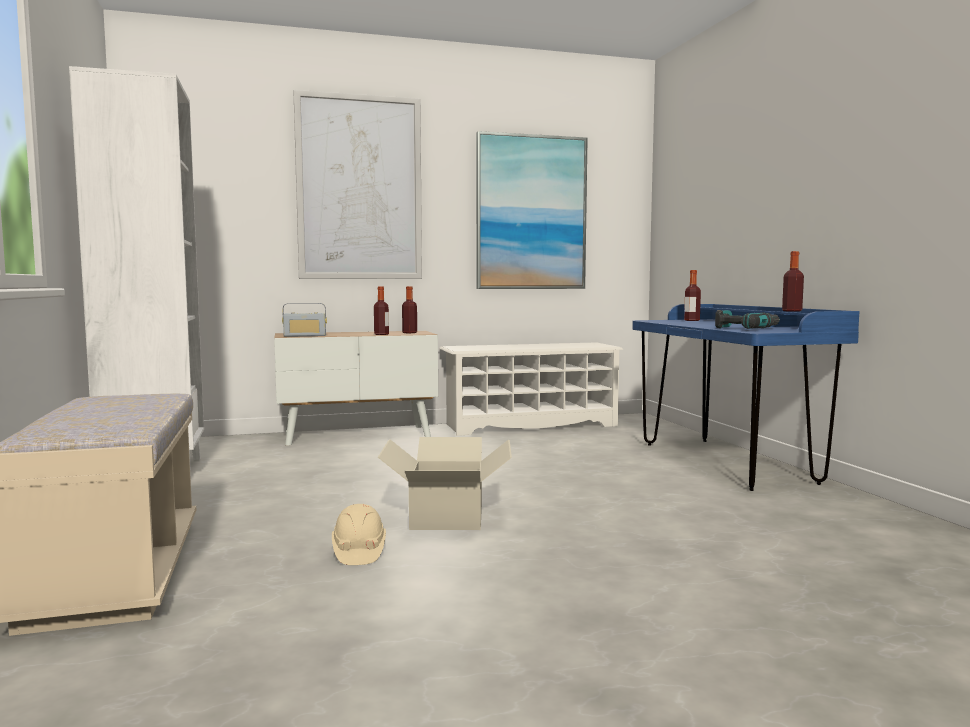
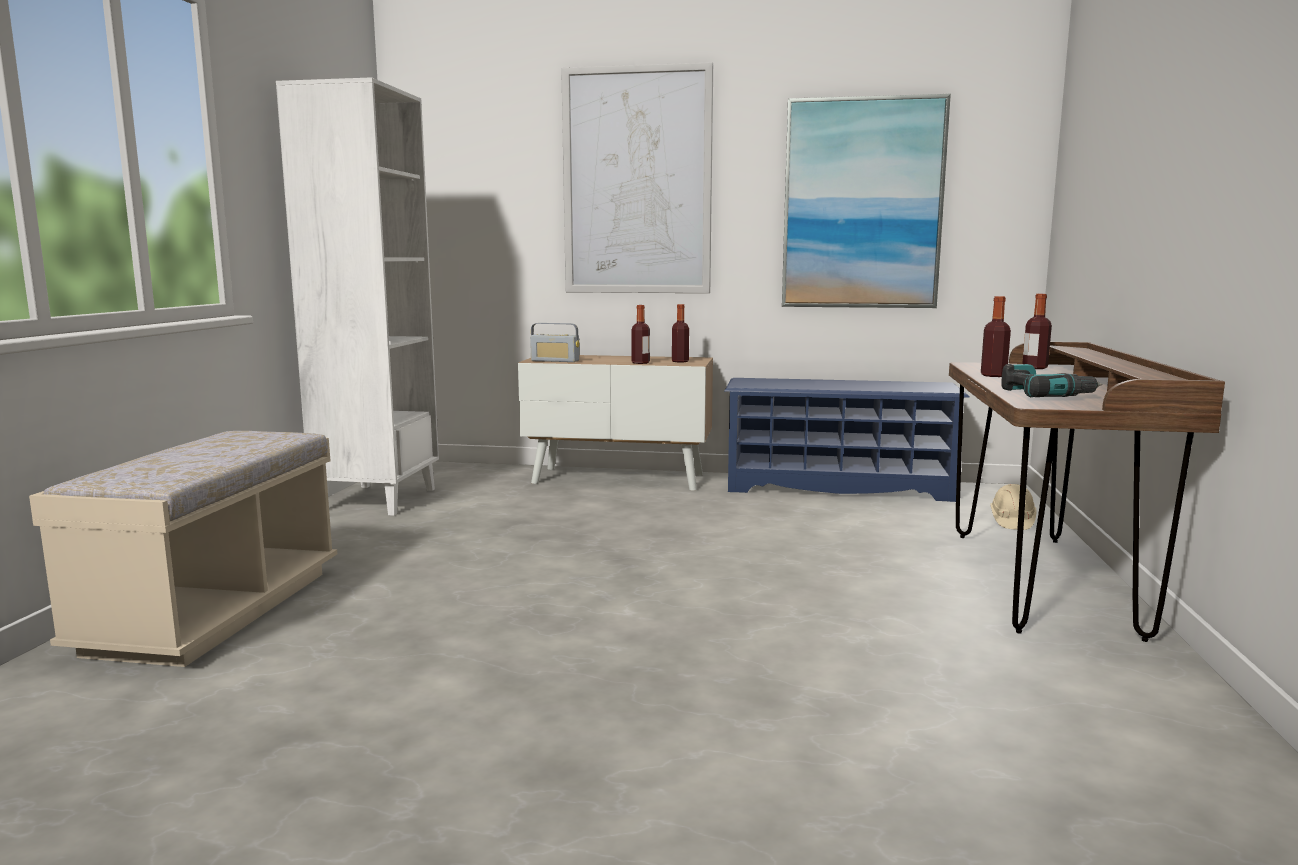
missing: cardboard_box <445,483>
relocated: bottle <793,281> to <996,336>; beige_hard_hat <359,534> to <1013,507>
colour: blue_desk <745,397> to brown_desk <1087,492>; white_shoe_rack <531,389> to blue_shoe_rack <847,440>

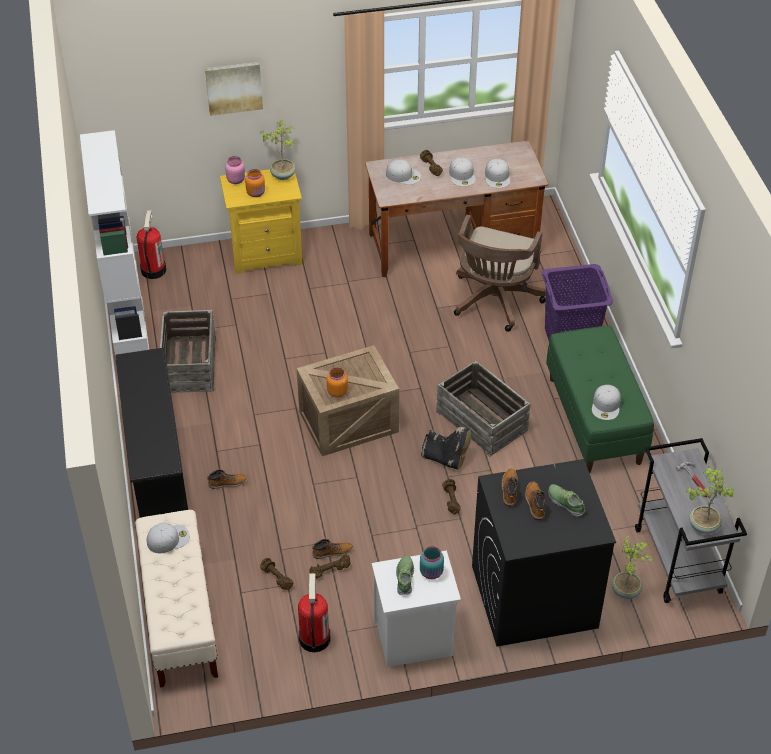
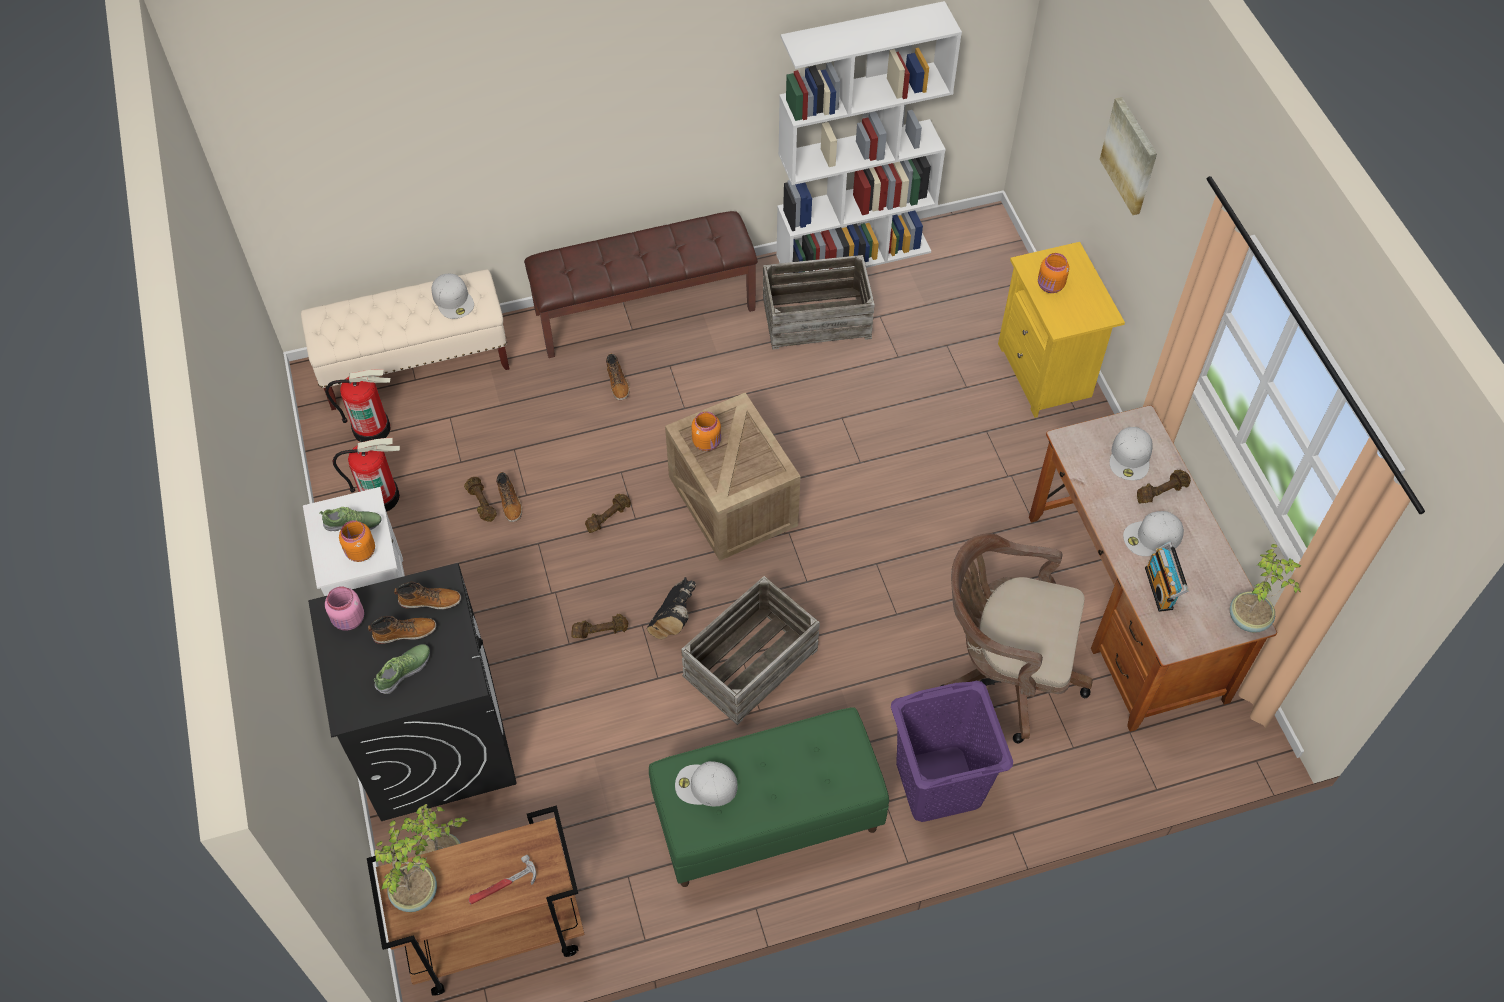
relocated: potted_plant <278,150> to <1266,588>; pink_jar <235,170> to <344,608>; fire_extinguisher <151,244> to <358,405>; brown_dumbbell <277,574> to <608,513>
exchanged: white_cap <497,173> to radio <1167,577>; black_shoe_rack <152,433> to brown_bench <641,284>
colour: grey_cart <691,520> to brown_cart <476,900>; turquoise_jar <432,562> to orange_jar <357,541>

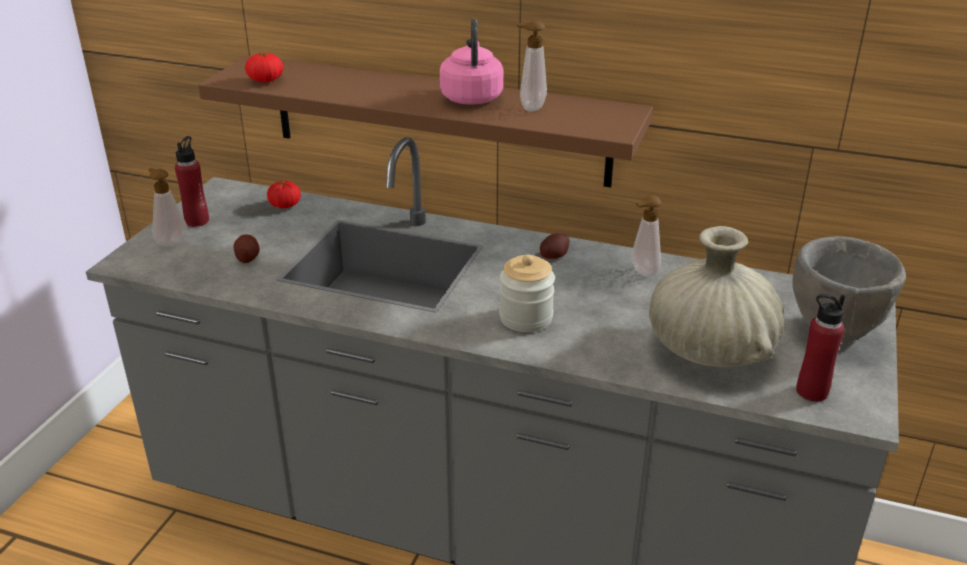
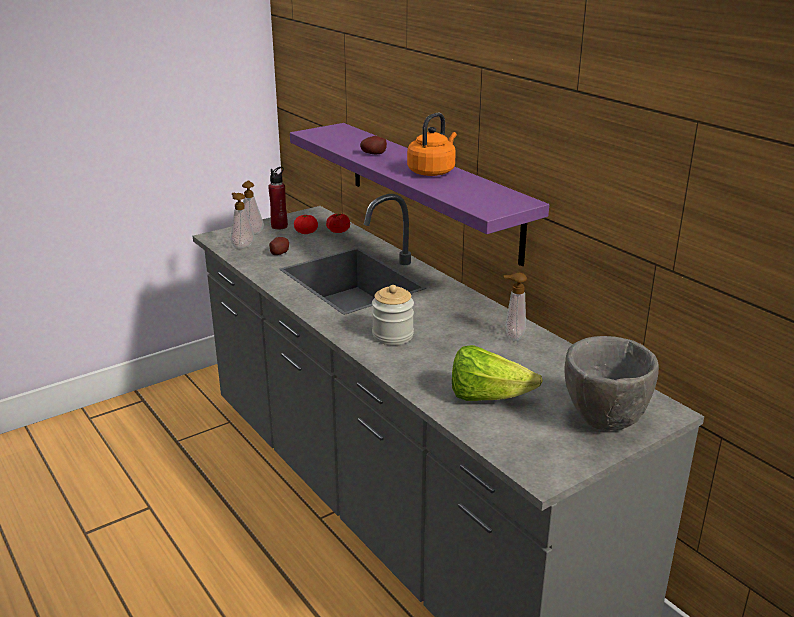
missing: red_bottle <820,348>
relocated: soap_dispenser <531,65> to <242,221>; tomato <264,68> to <306,224>; potato <554,246> to <373,145>
exchanged: beige_vase <716,296> to lettuce <497,373>
colour: pink_kettle <471,62> to orange_kettle <432,144>; brown_shelf <425,121> to purple_shelf <419,194>

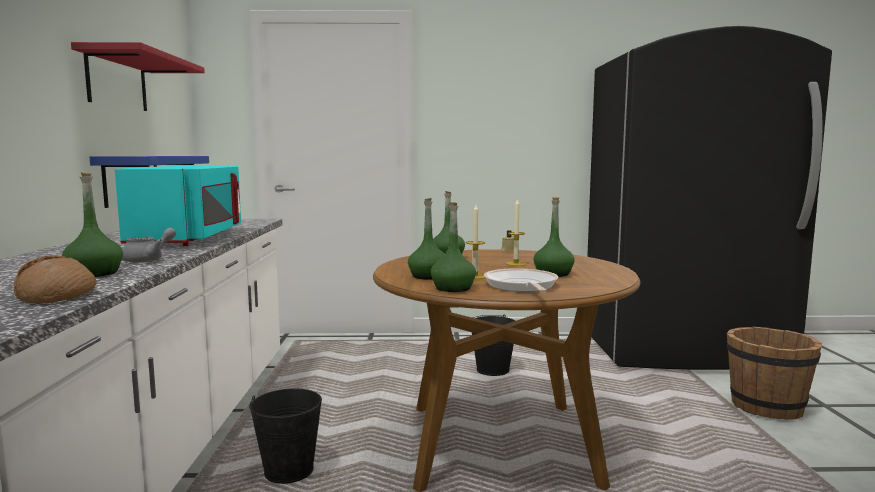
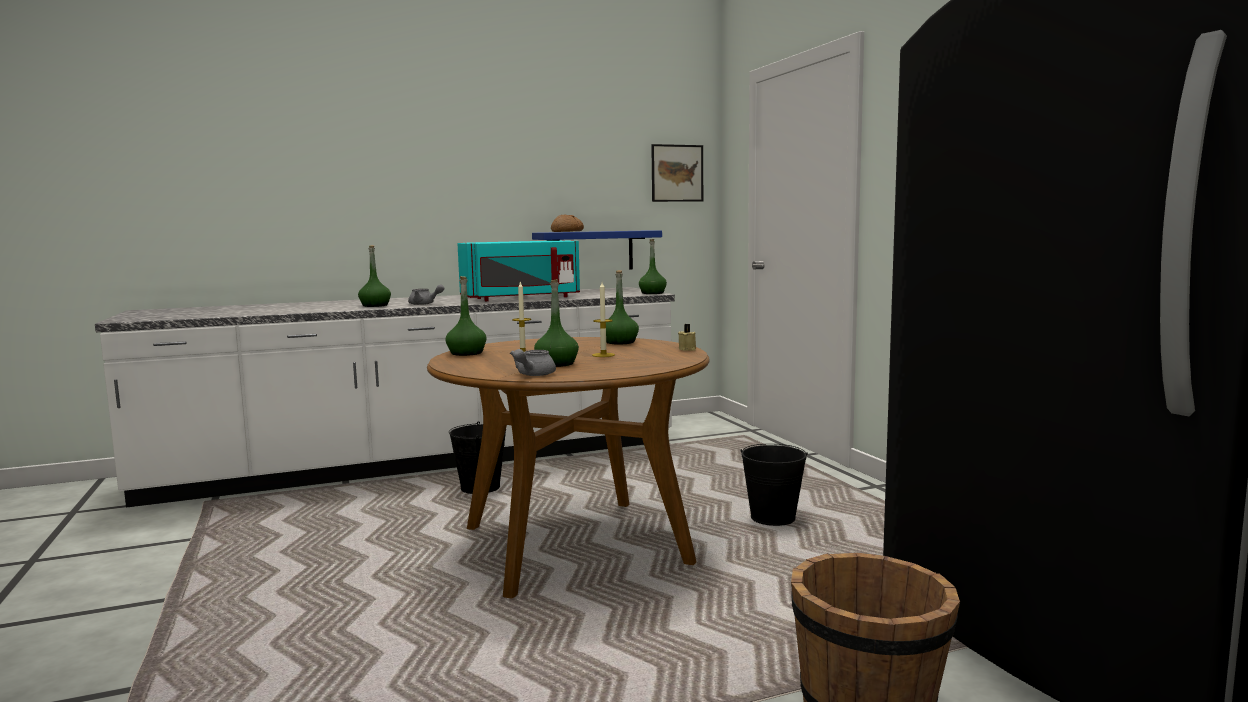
missing: red_shelf <138,76>; frying_pan <521,280>
appeared: picture <677,173>; grey_teapot <533,362>
relocated: green_bottle <426,239> to <653,266>; bread <55,279> to <567,223>

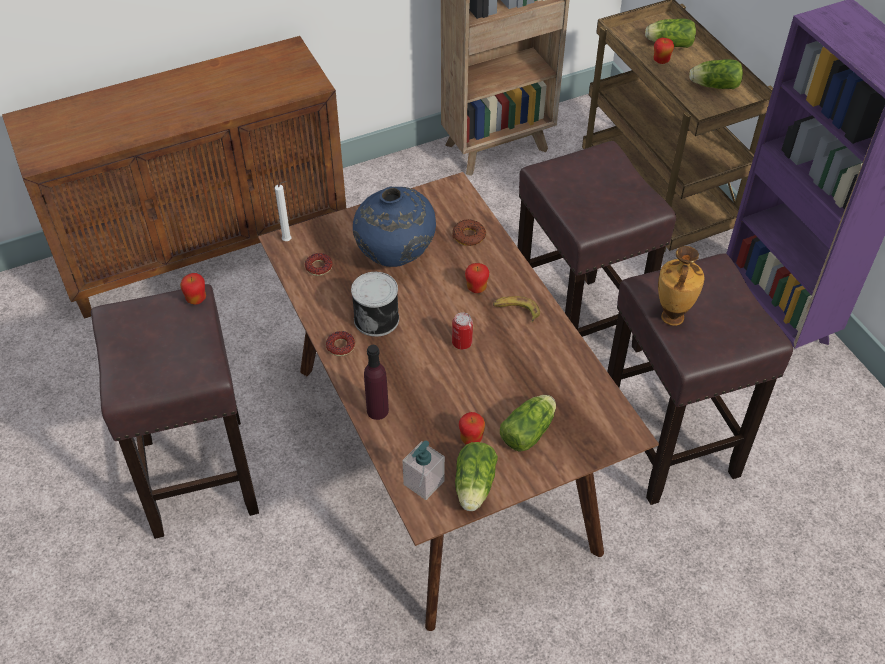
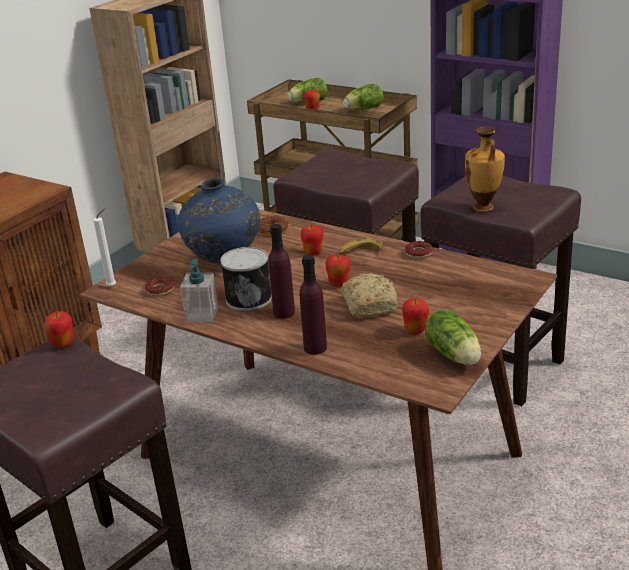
missing: lettuce <528,423>
appeared: purple_bottle <281,271>; bread <369,295>
relocated: donut <340,343> to <419,250>; soap_dispenser <423,470> to <199,290>
exchanged: can <462,331> to apple <337,270>

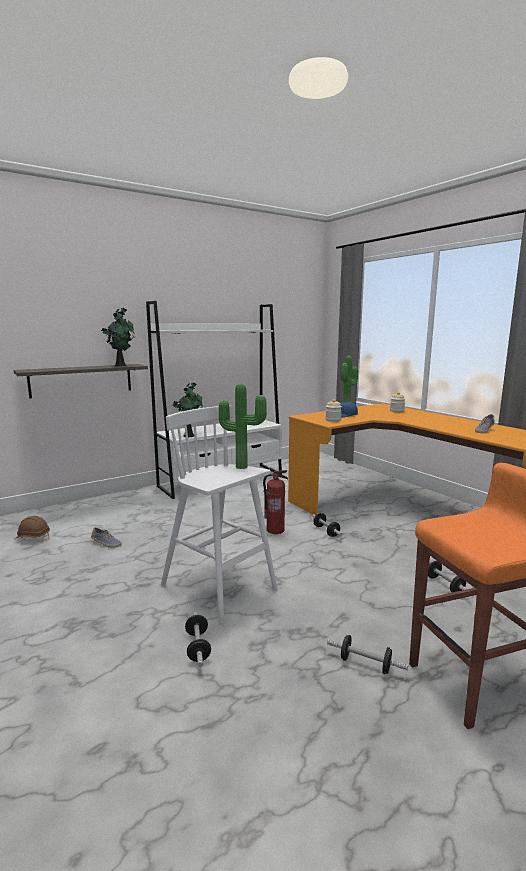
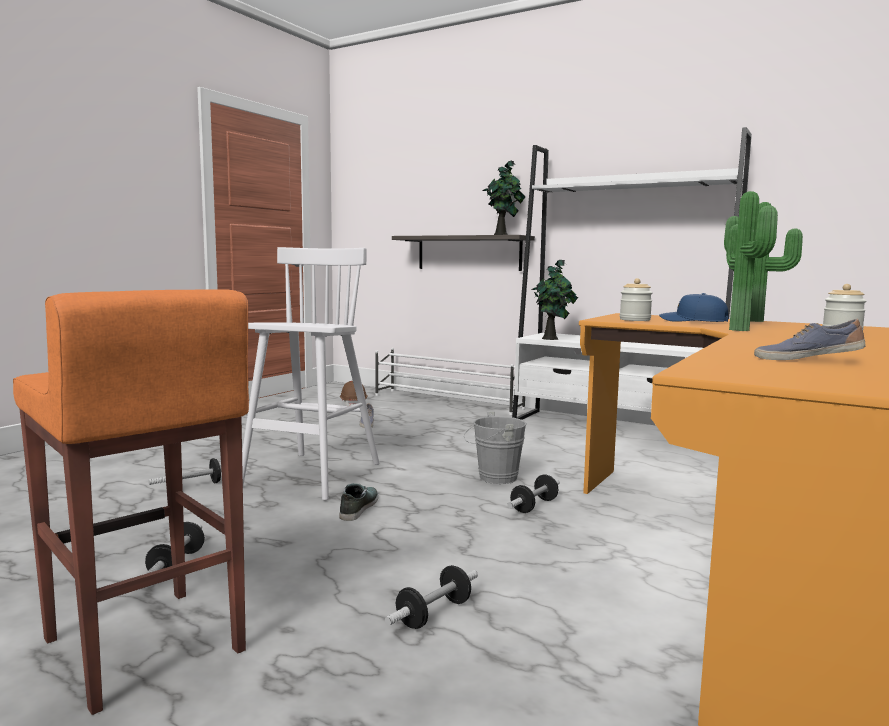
appeared: white_shoe_rack <450,381>; shoe <359,502>
relocated: potted_plant <243,426> to <752,261>
exchanged: fire_extinguisher <275,502> to grey_bucket <495,447>

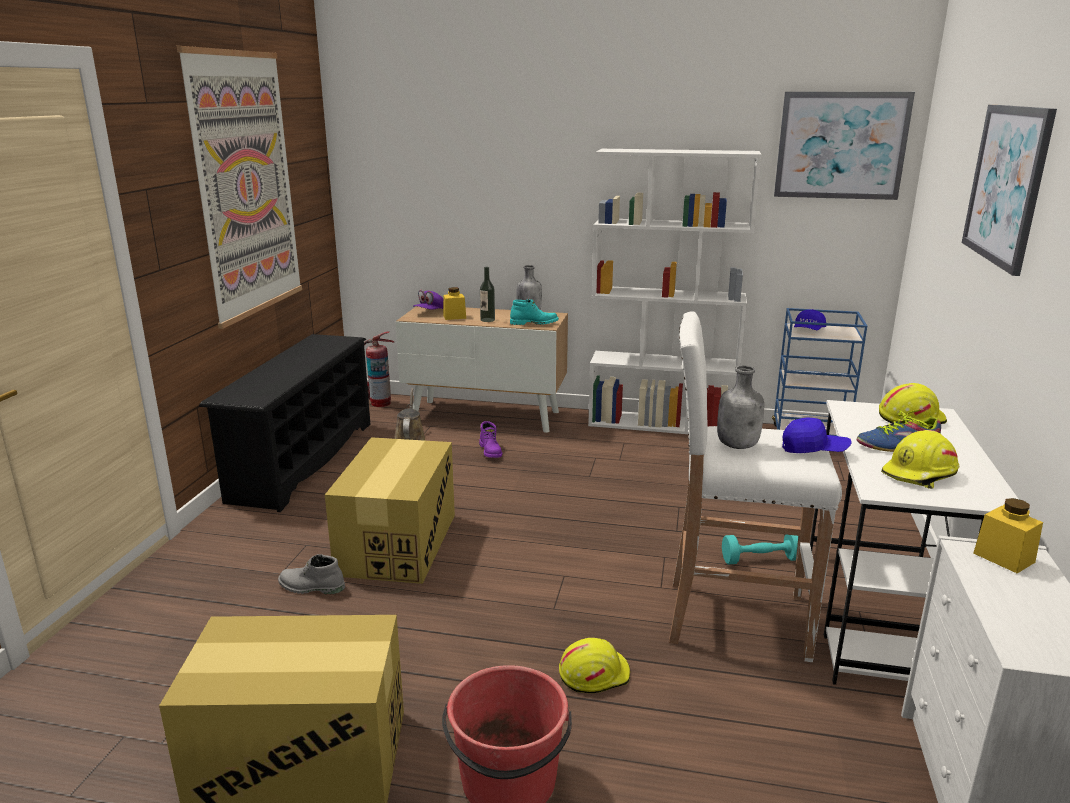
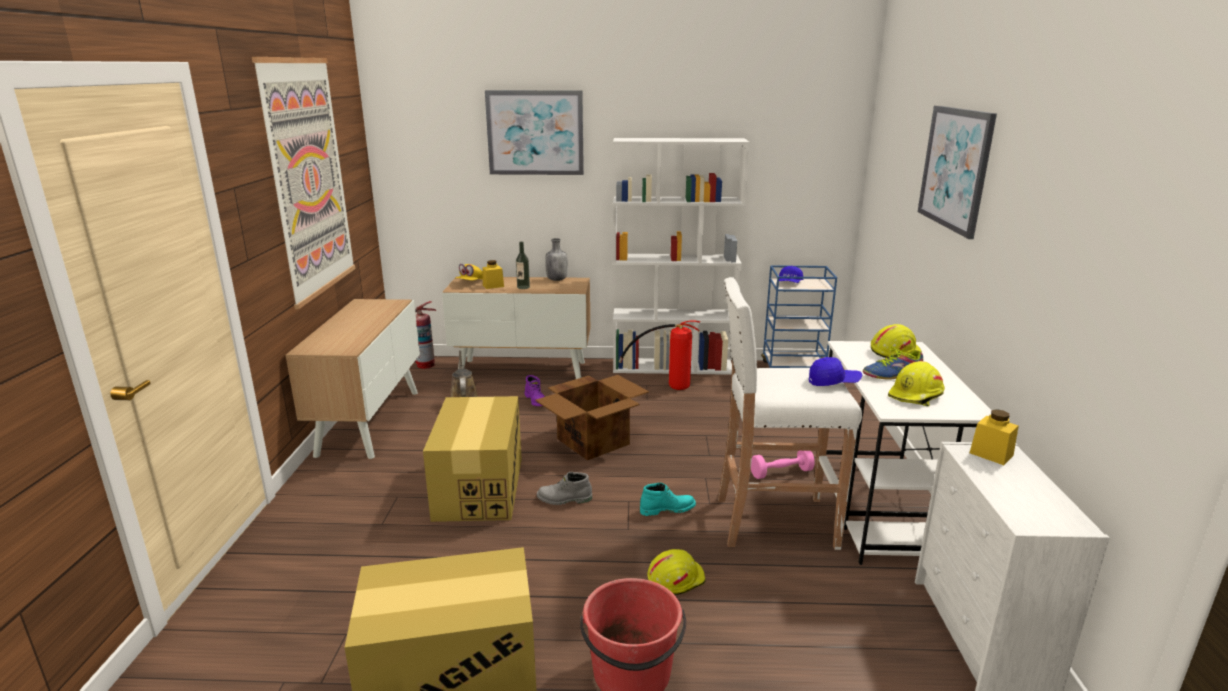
missing: grey_bottle <740,407>
appeared: fire_extinguisher <659,355>; cardboard_box <592,417>
relocated: picture <844,146> to <534,132>; turquoise_boot <534,312> to <668,499>; grey_boot <311,574> to <564,488>
exchanged: black_shoe_rack <285,423> to cabinet <353,379>
colour: purple_cap <428,300> to yellow_cap <469,272>; turquoise_dumbbell <760,549> to pink_dumbbell <783,465>

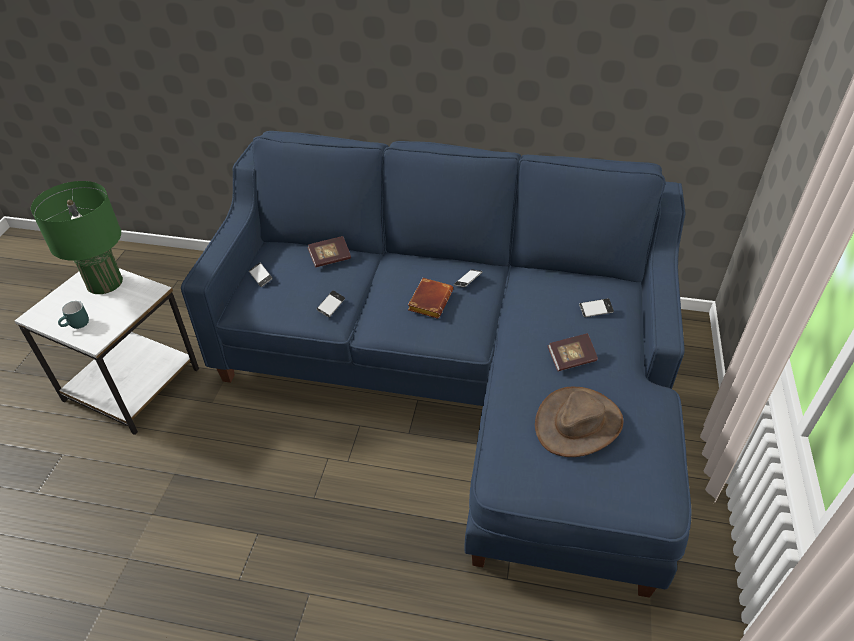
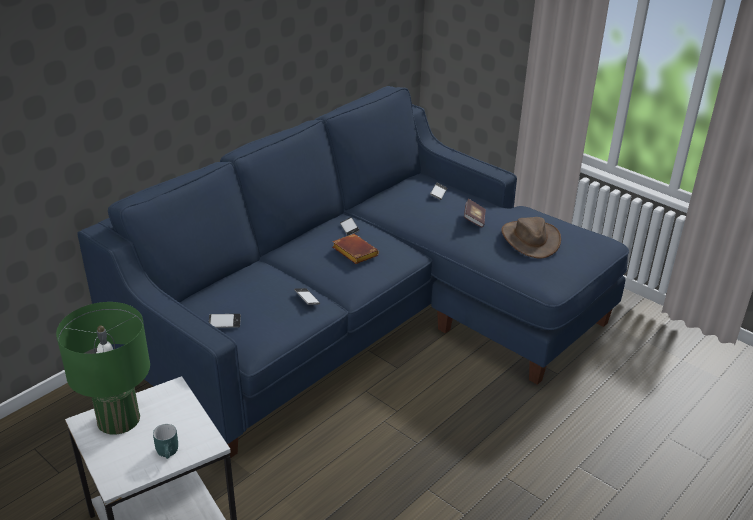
missing: book <329,252>

